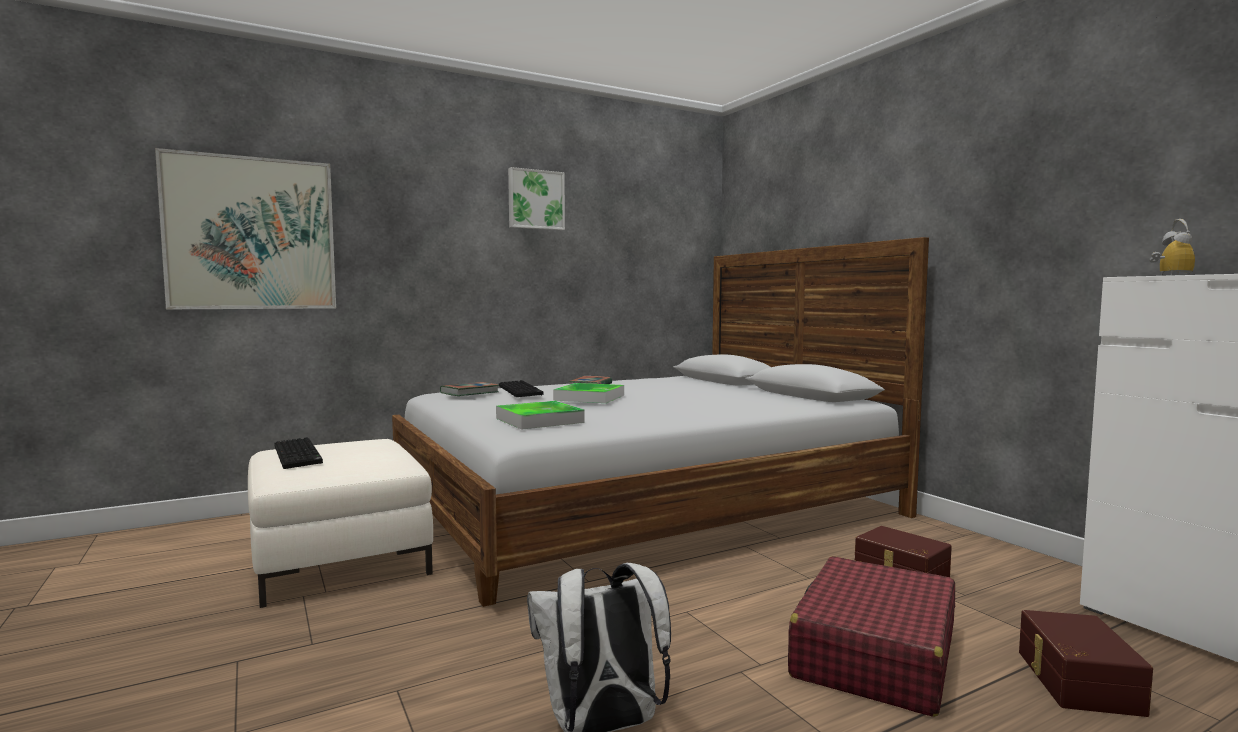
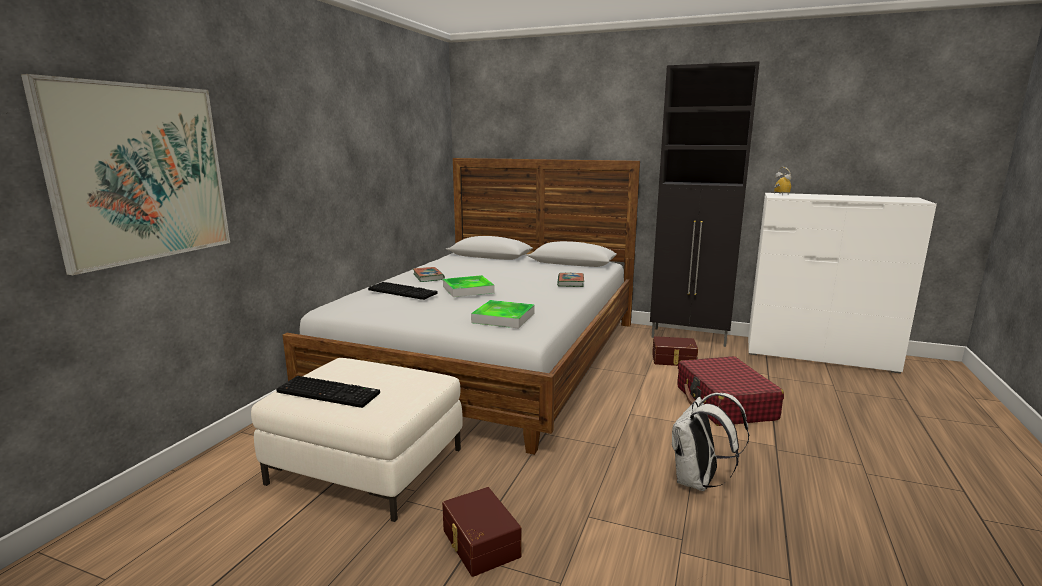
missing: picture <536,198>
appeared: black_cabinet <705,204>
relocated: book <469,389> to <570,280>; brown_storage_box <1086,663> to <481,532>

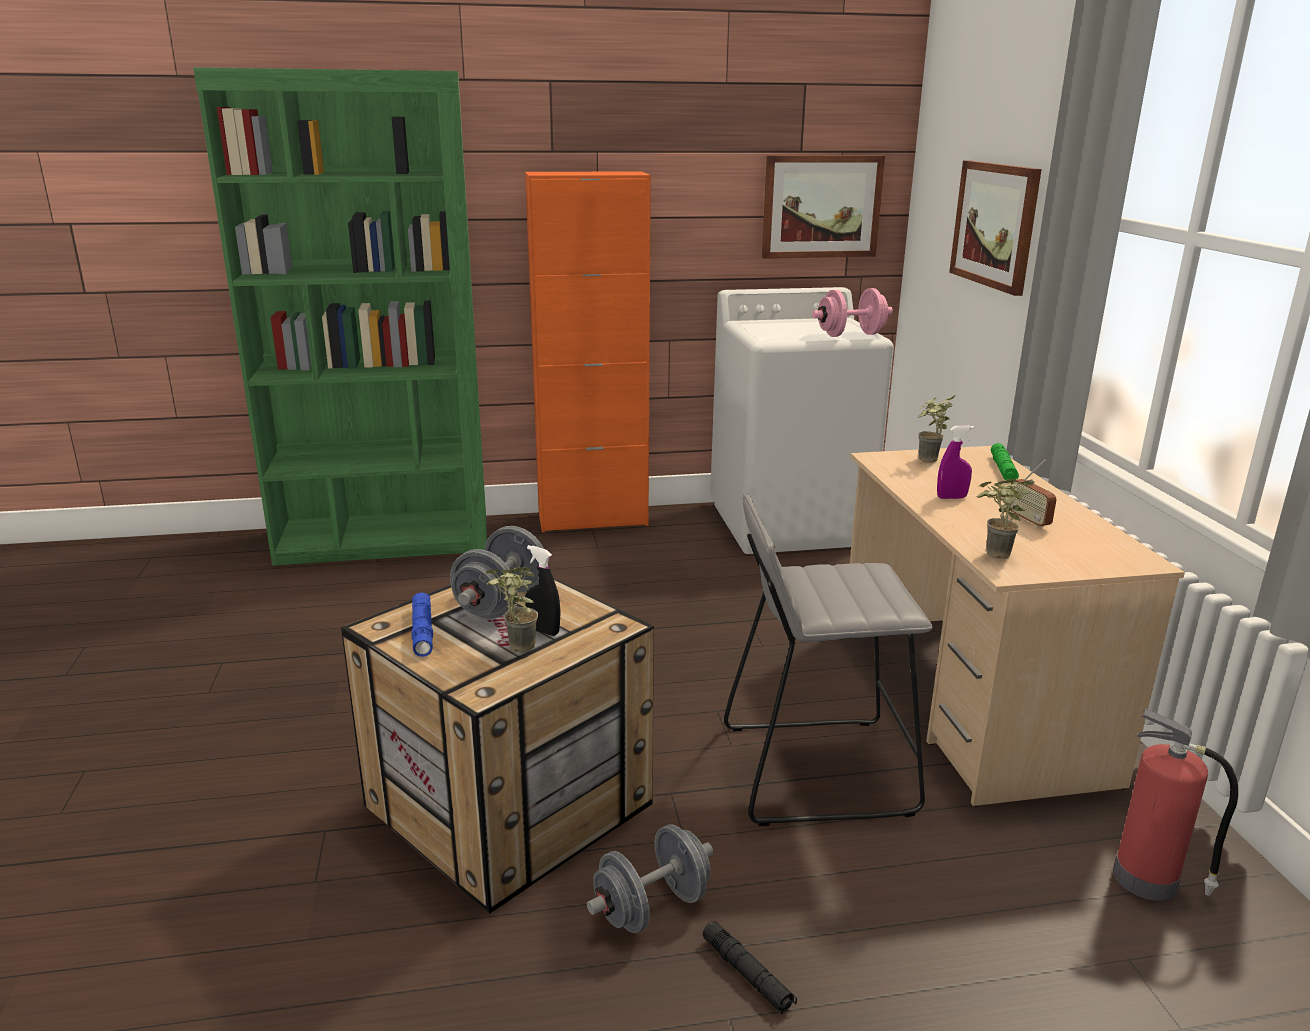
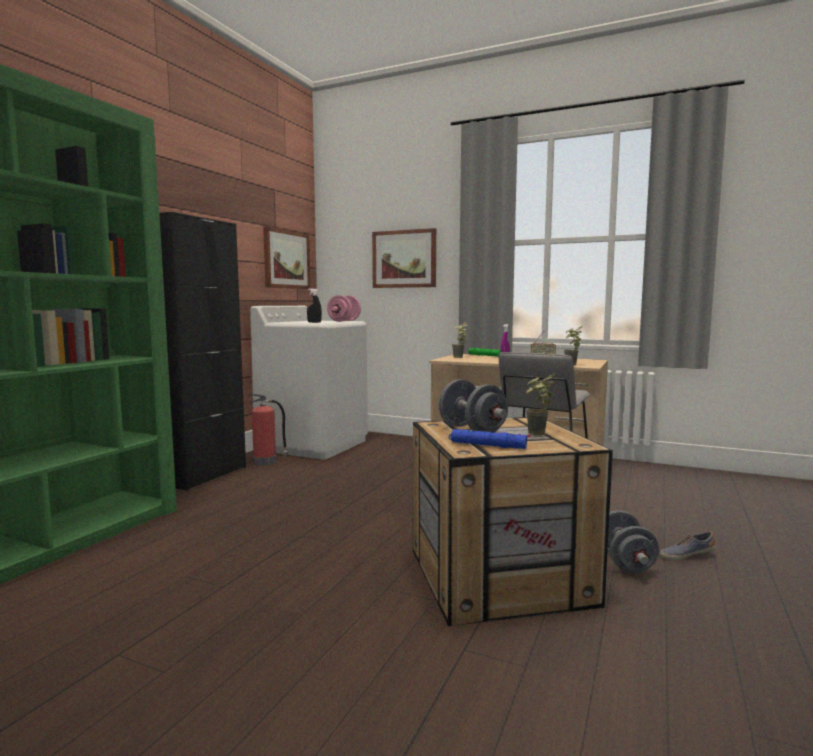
relocated: black_spray_bottle <543,590> to <314,305>; fire_extinguisher <1175,805> to <268,429>
exchanged: black_flashlight <750,967> to shoe <688,545>
colour: orange_cabinet <588,351> to black_cabinet <202,351>

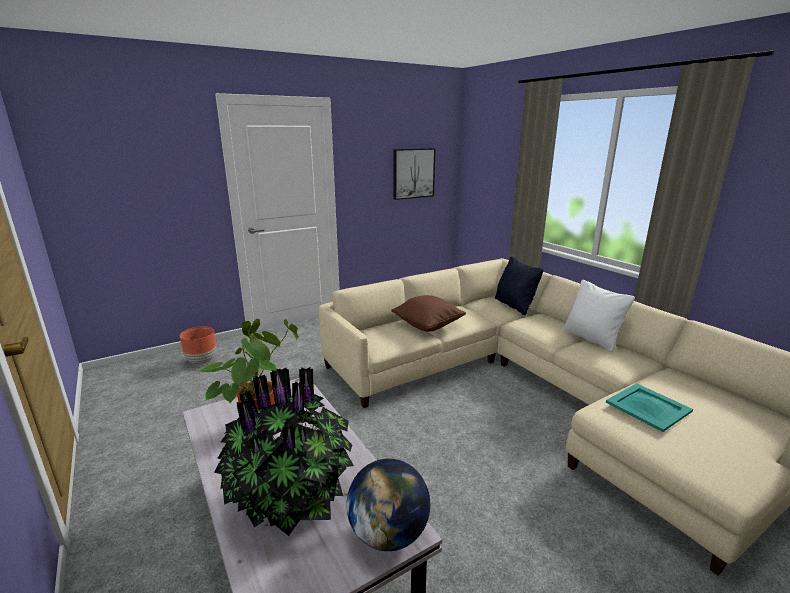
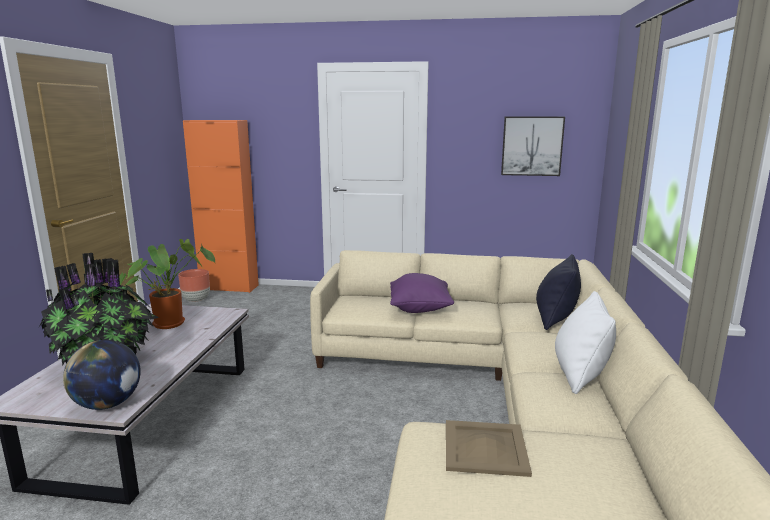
appeared: orange_cabinet <221,206>
relocated: brown_planter <198,345> to <194,285>
colour: brown_pillow <428,313> to purple_pillow <422,293>; turquoise_tray <649,407> to beige_tray <489,448>

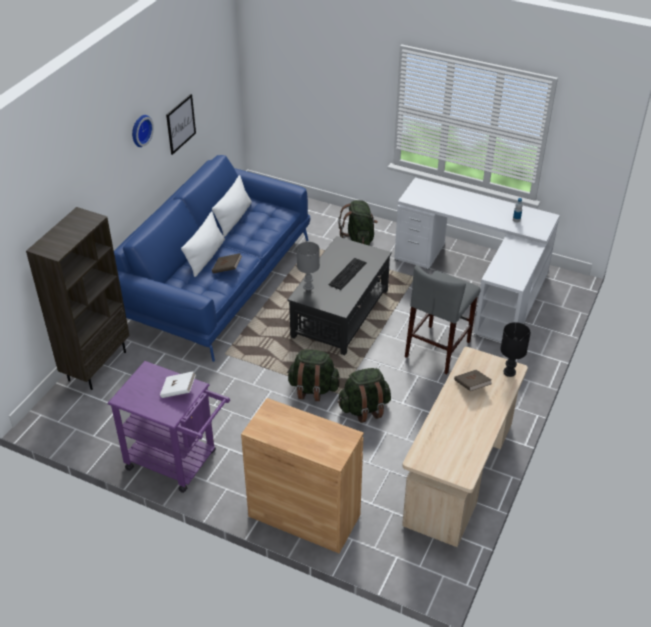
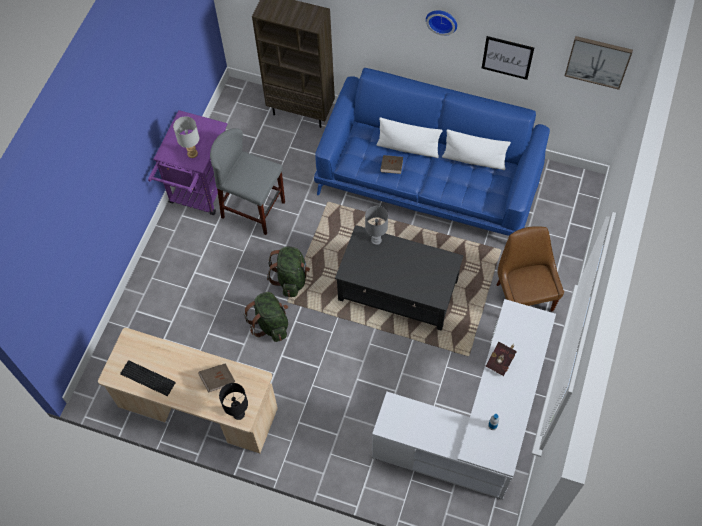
missing: brown_cabinet <302,475>
appeared: picture <599,63>; red_book <501,359>
relocated: keyboard <347,274> to <148,378>; grey_stool <442,319> to <247,181>
exchanged: green_backpack <358,222> to brown_chair <530,269>; white_book <178,384> to grey_table_lamp <186,137>

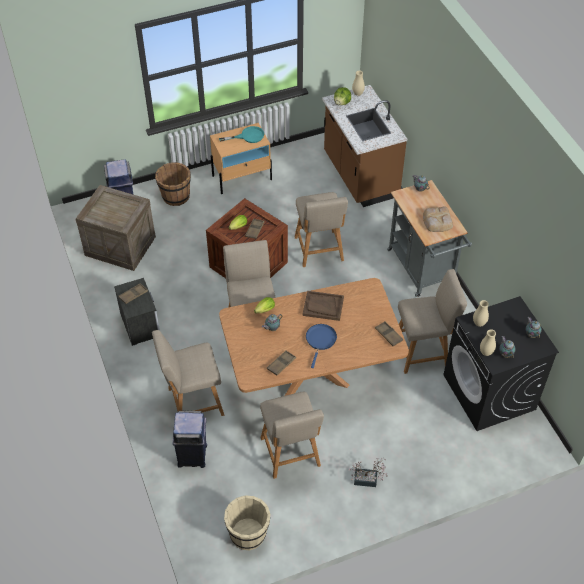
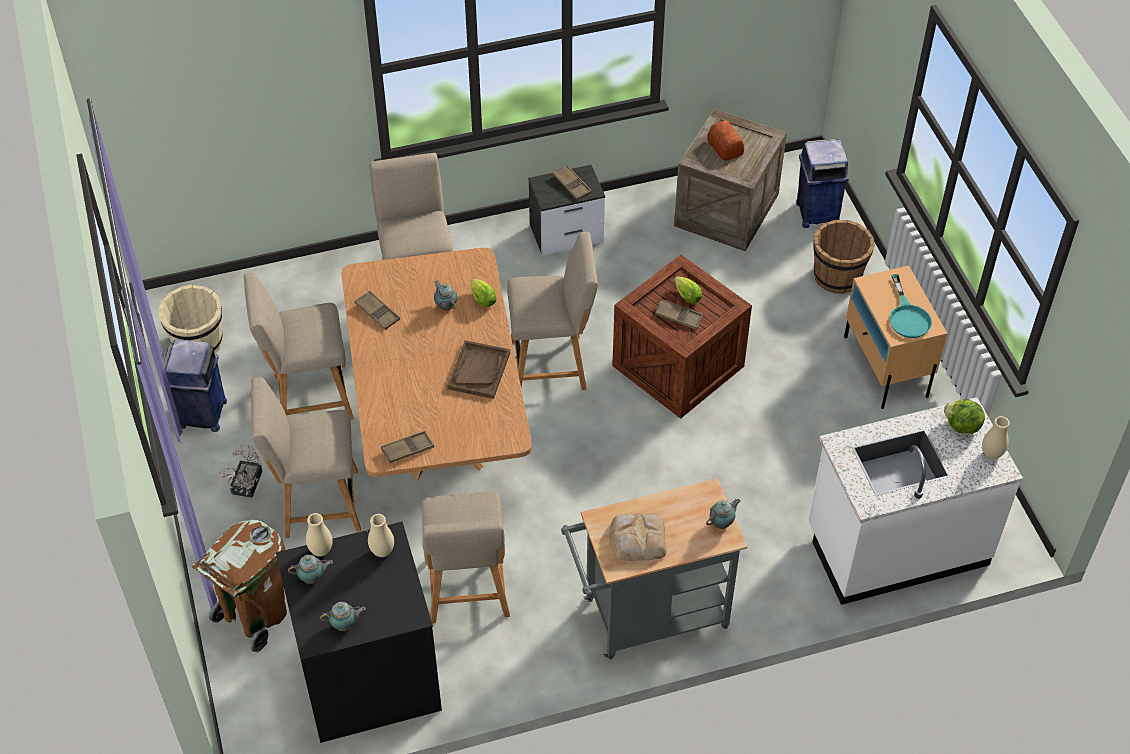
missing: blue_frying_pan <321,346>
appeared: bread <725,140>; brown_trash_can <239,586>
relocated: beige_chair <321,229> to <306,457>; blue_trash_can <190,439> to <195,386>
colour: brown_counter <364,146> to white_counter <915,501>

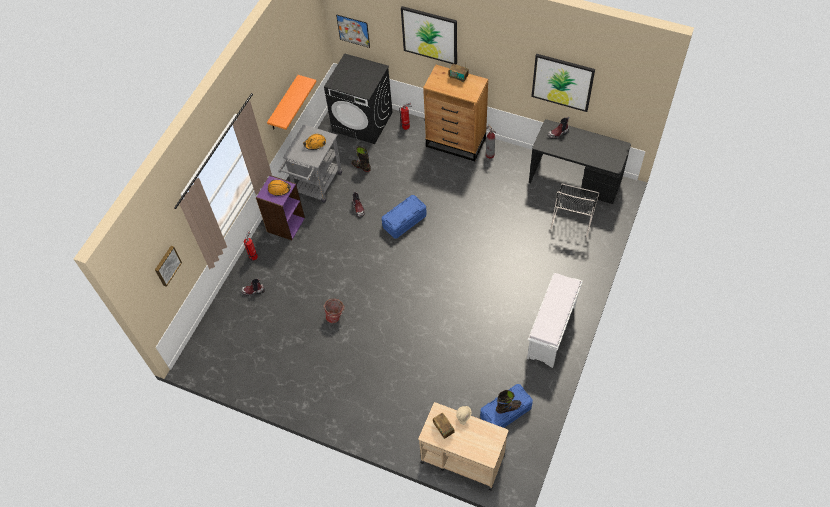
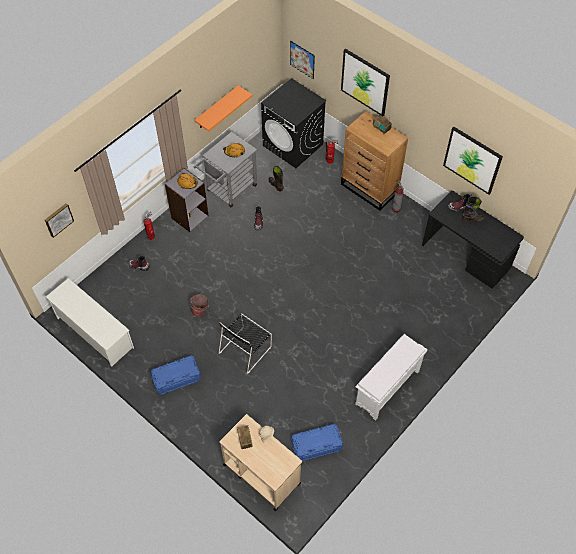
appeared: white_shoe_rack <90,322>
relocated: black_chair <575,211> to <245,343>; blue_storage_box <404,216> to <175,375>; black_boot <508,402> to <473,209>
colour: purple_bookcase <280,207> to grey_bookcase <187,200>

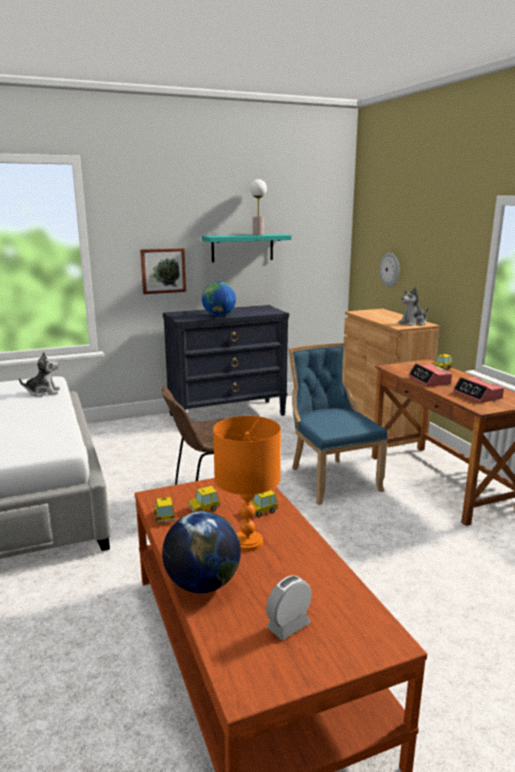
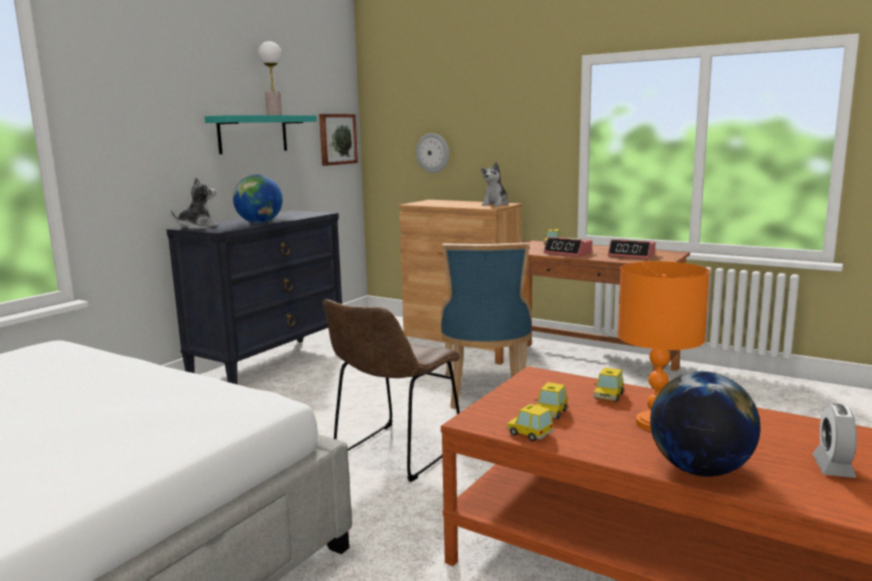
relocated: picture <163,271> to <338,140>; plush_toy <39,374> to <195,203>
spun: blue_chair <338,424> = <486,326> 120 degrees counterclockwise

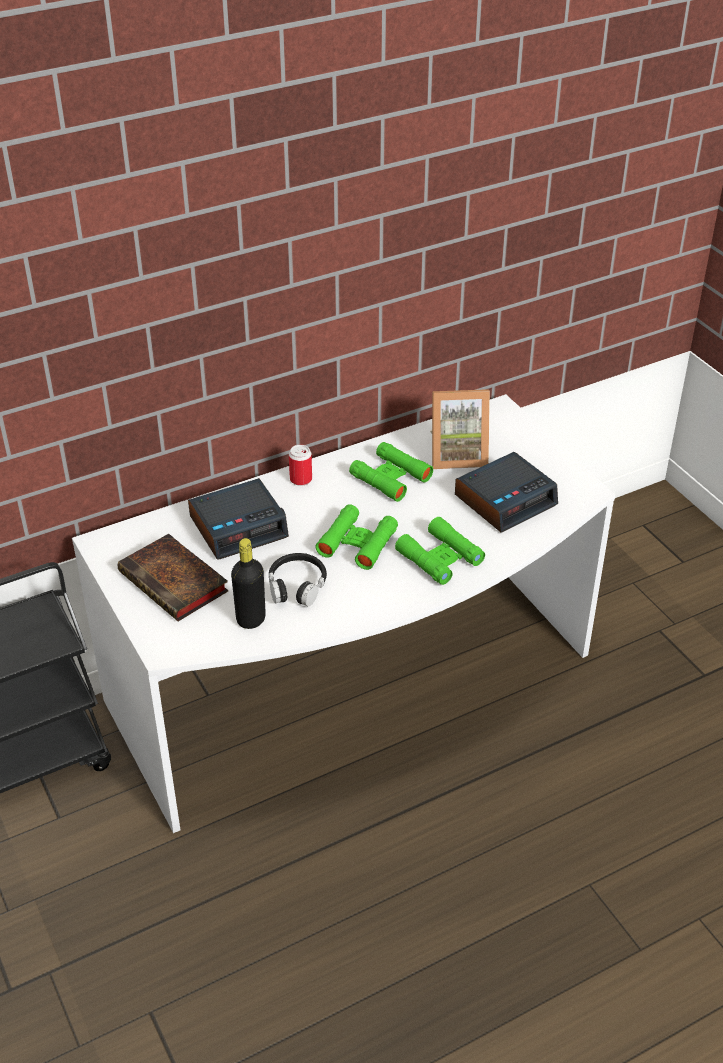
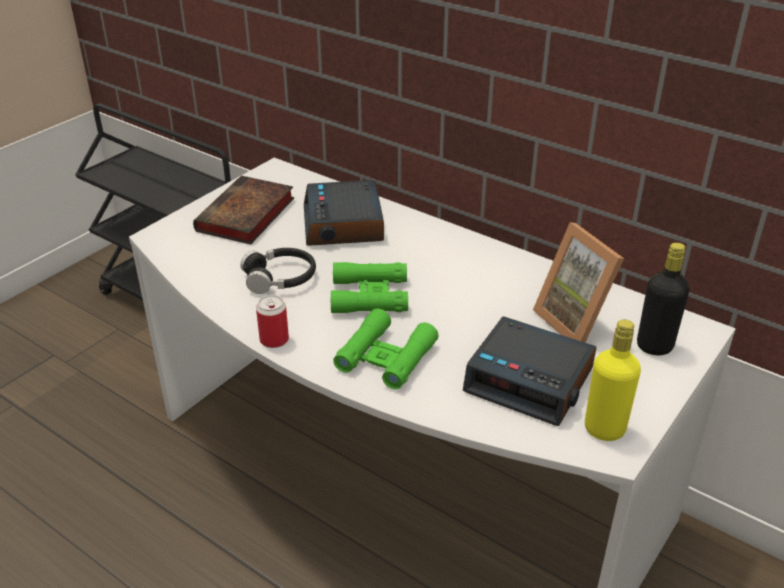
missing: green_binoculars <391,472>
appeared: yellow_bottle <613,380>
relocated: can <300,465> to <272,321>; black_bottle <248,583> to <663,299>
spun: alarm_clock <238,519> = <344,213> 45 degrees clockwise

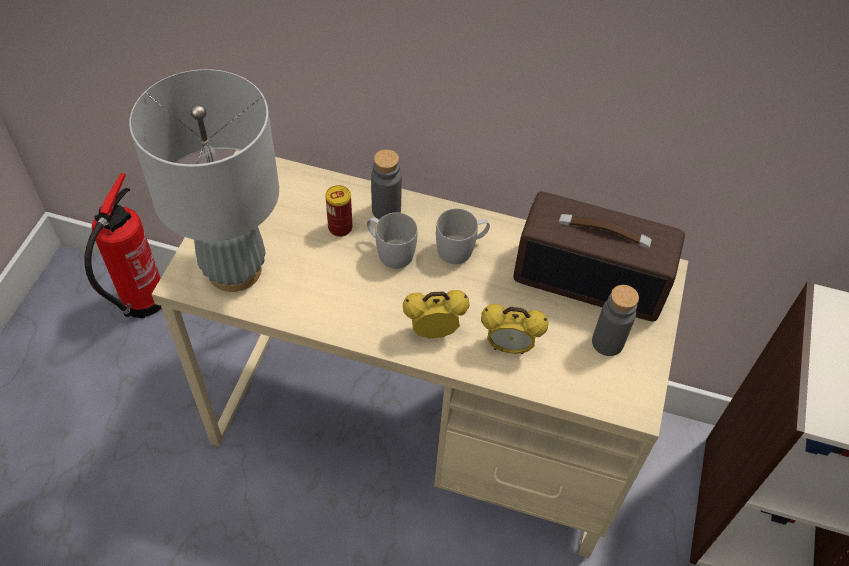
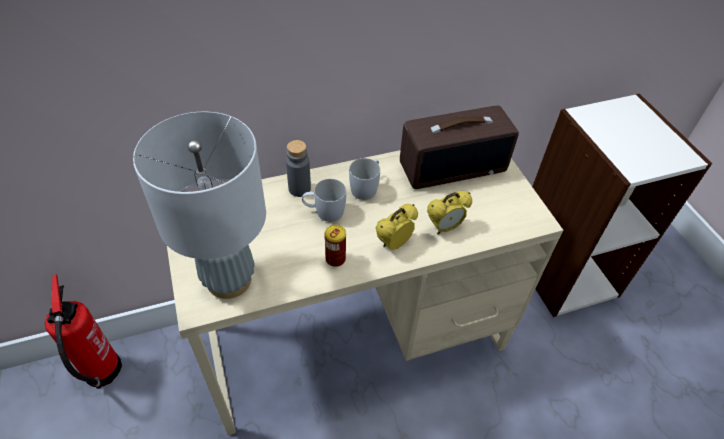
missing: grey_bottle <615,320>
relocated: can <339,211> to <335,246>

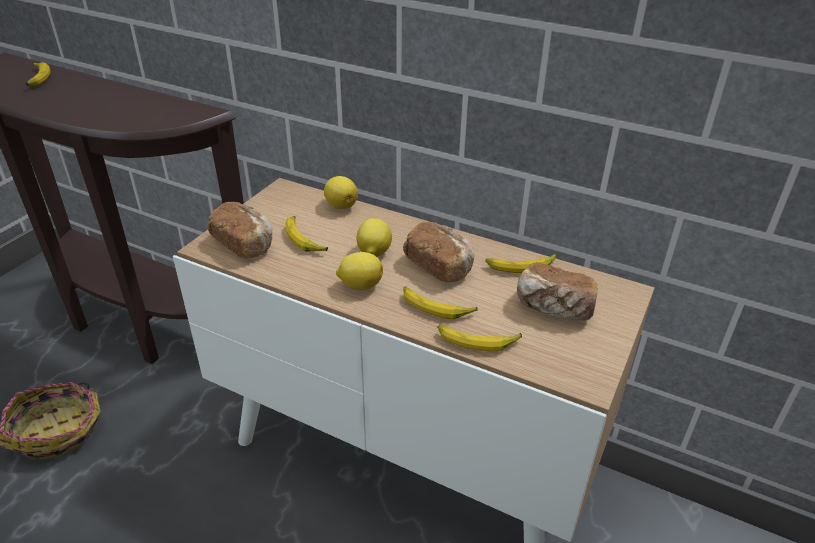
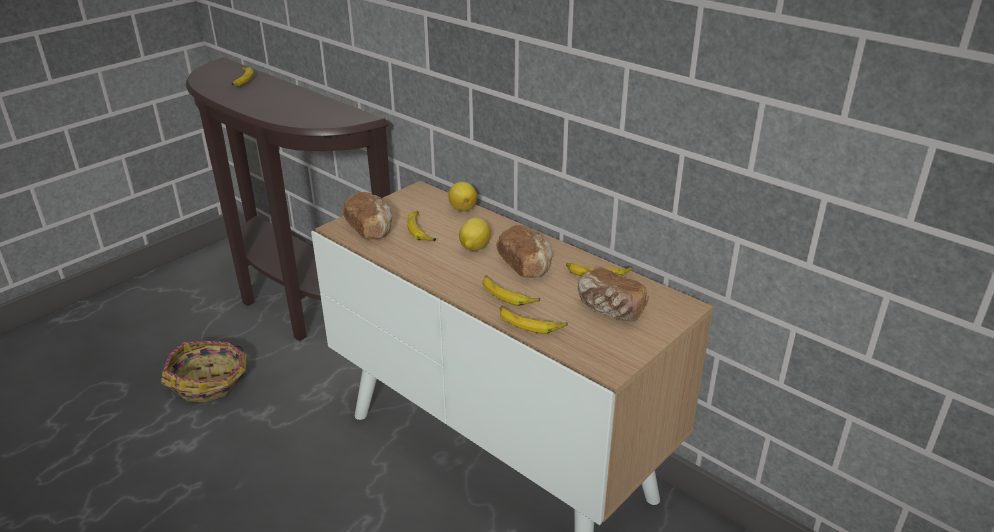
missing: lemon <359,271>

